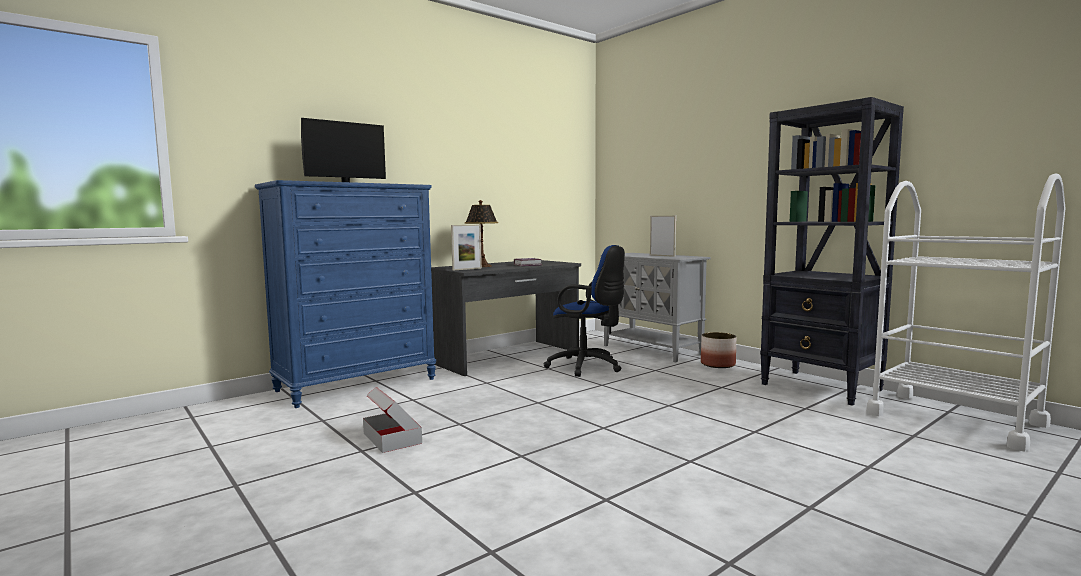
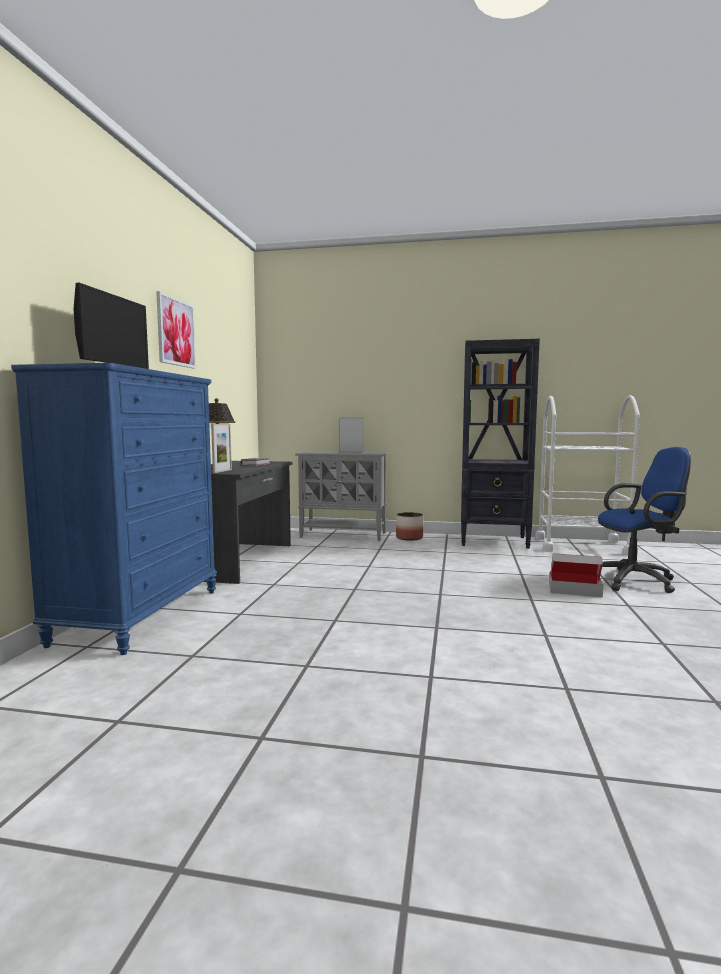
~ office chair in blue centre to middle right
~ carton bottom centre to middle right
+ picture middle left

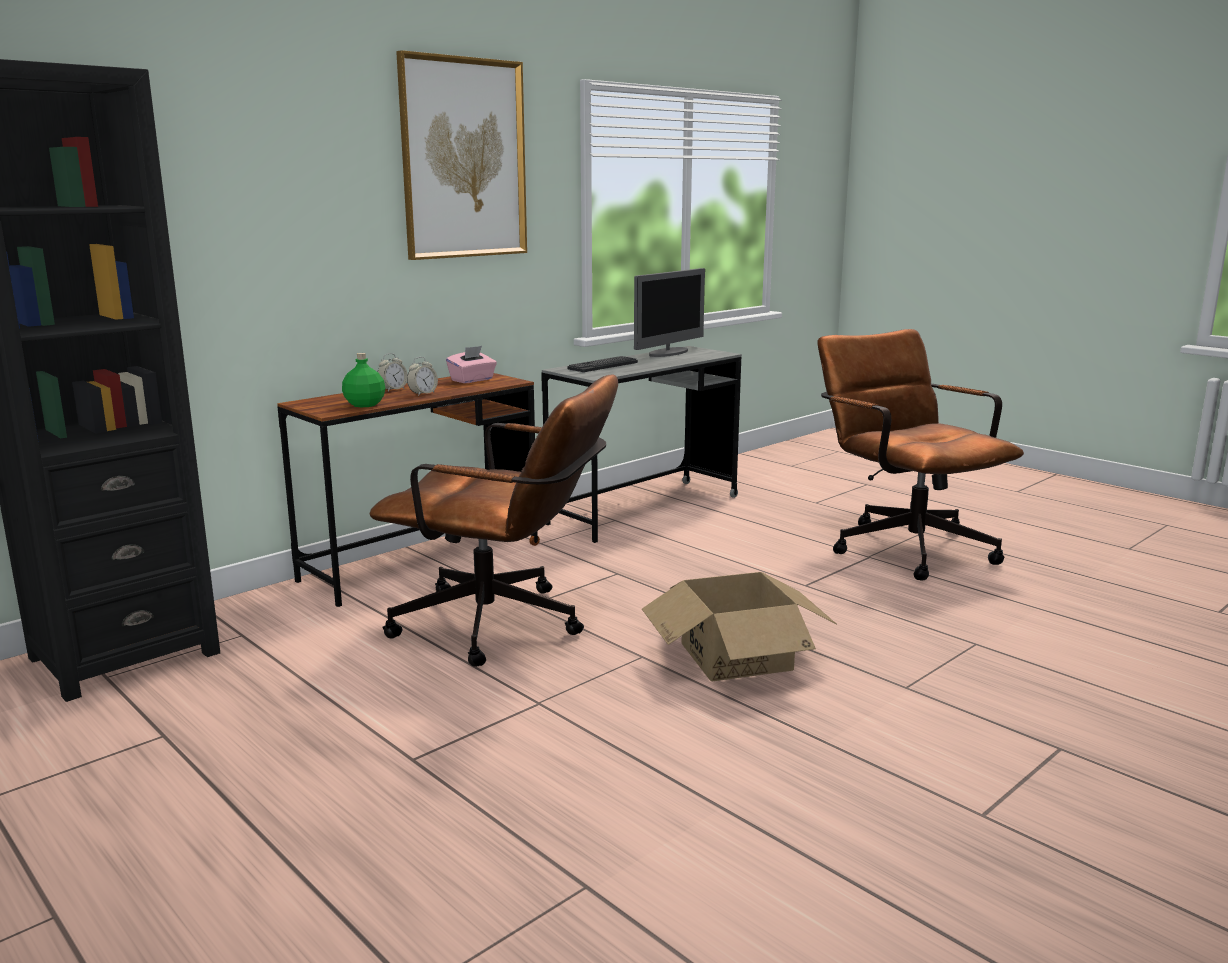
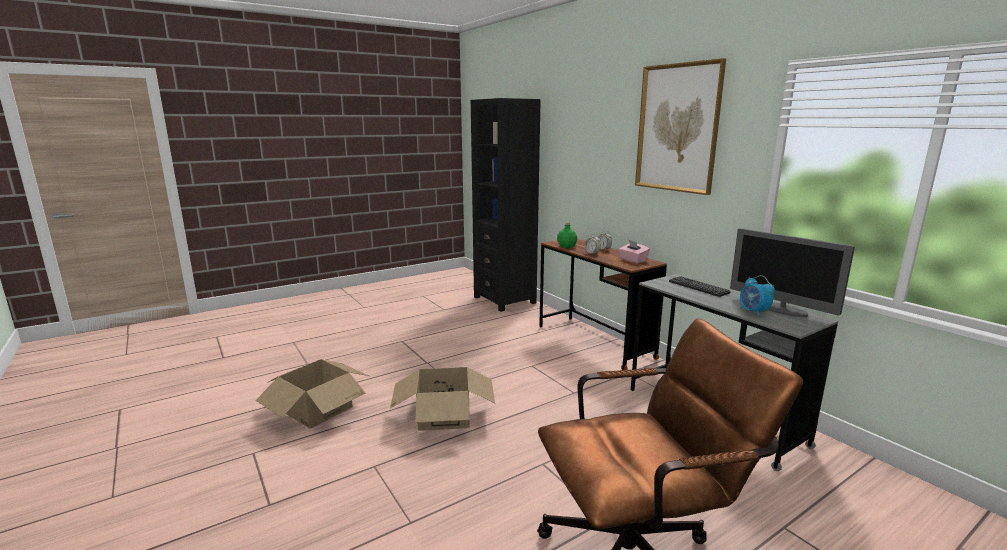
- office chair in brown (no. 1 from left) centre
+ table clock (no. 3 from left) middle right
+ carton (no. 1 from left) bottom left

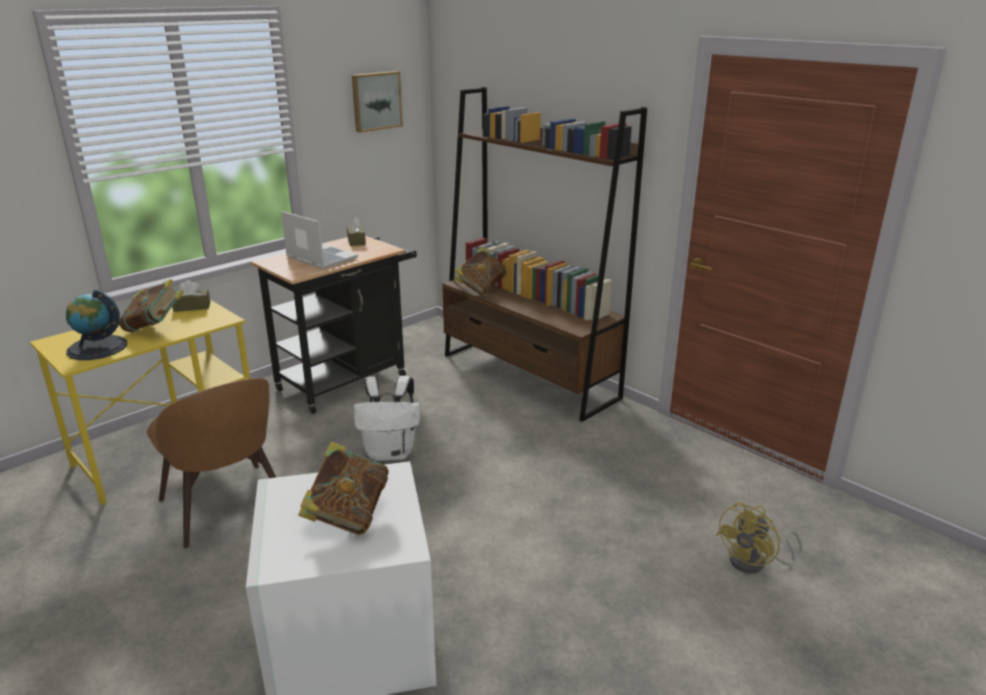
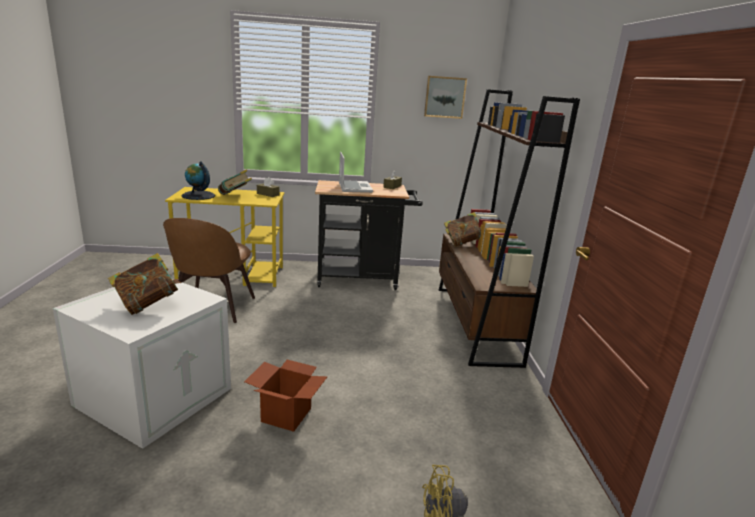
- backpack in whitish centre
+ carton bottom centre

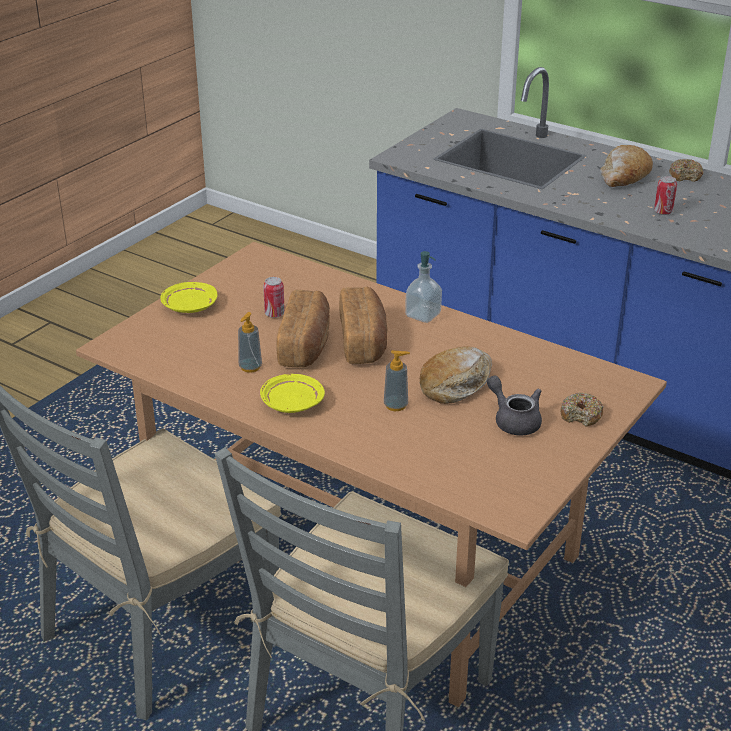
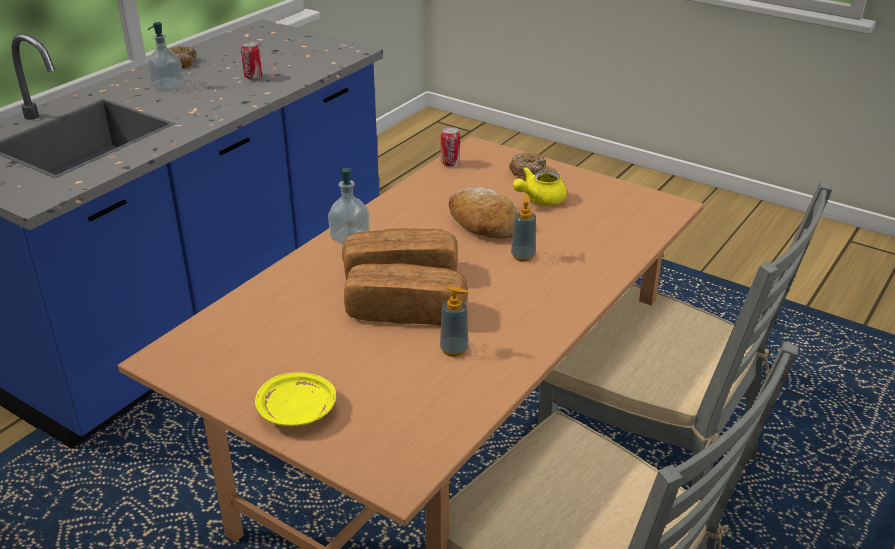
~ bread (no. 4 from left) top right to soap dispenser (no. 1 from left) top left
~ sealed can (no. 1 from left in the first image) centre to sealed can (no. 2 from left) top centre
- plate in yellowish (no. 2 from left) centre
~ pot for tea in gray middle right to pot for tea in yellowish centre

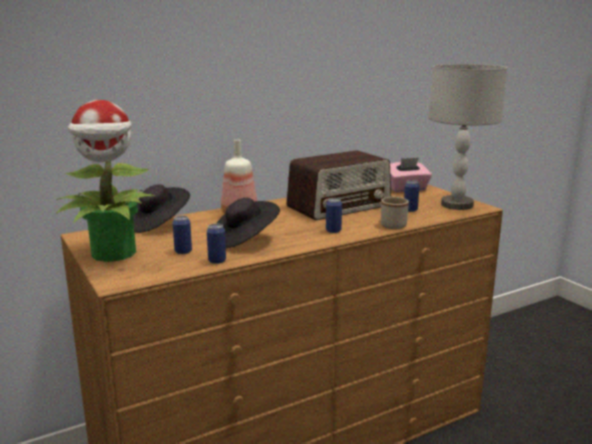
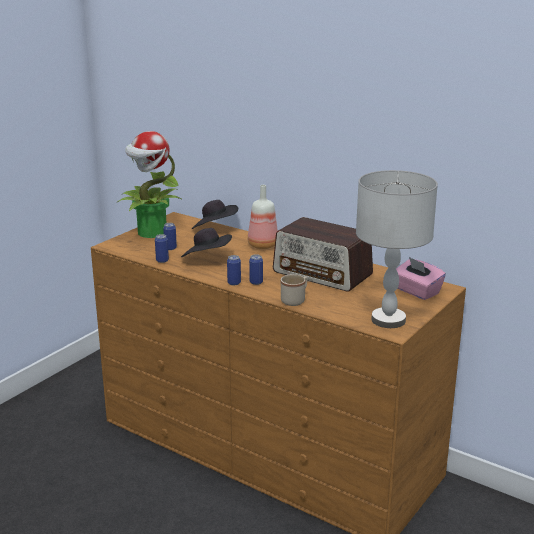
~ sealed can (no. 4 from left in the first image) middle right to sealed can (no. 3 from left) centre

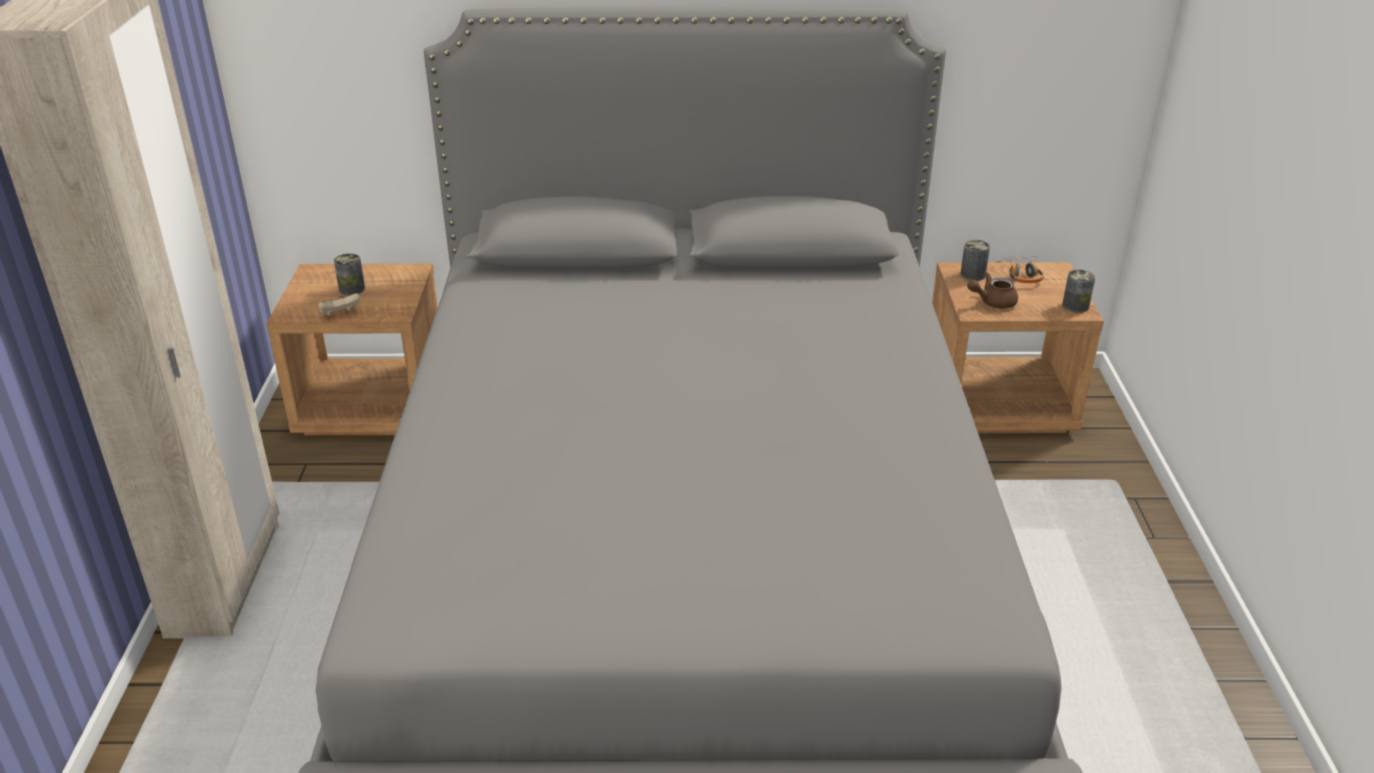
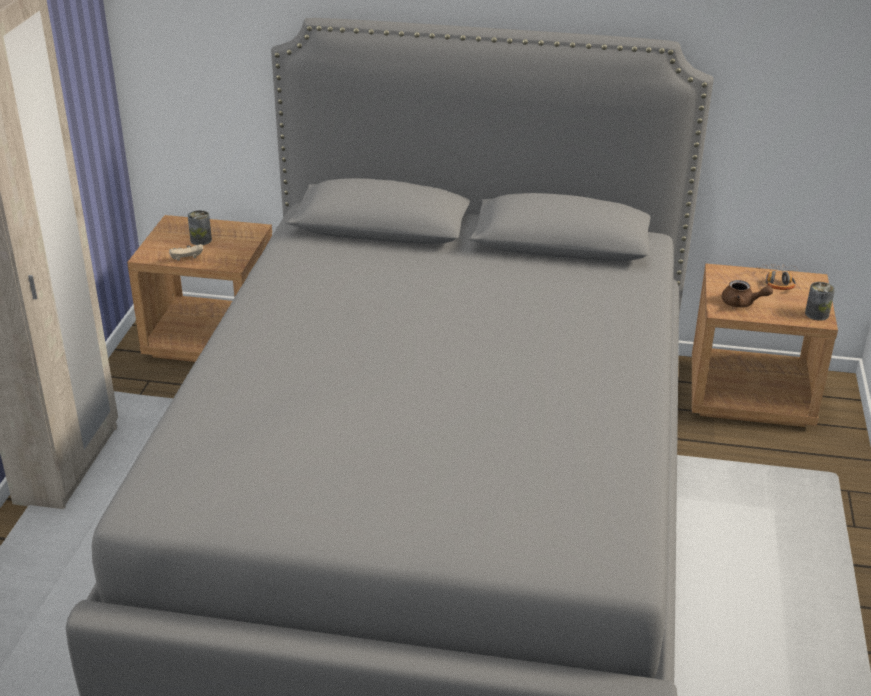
- sealed can (no. 2 from left) middle right
~ pot for tea in brown middle right = middle right 150 degrees counterclockwise

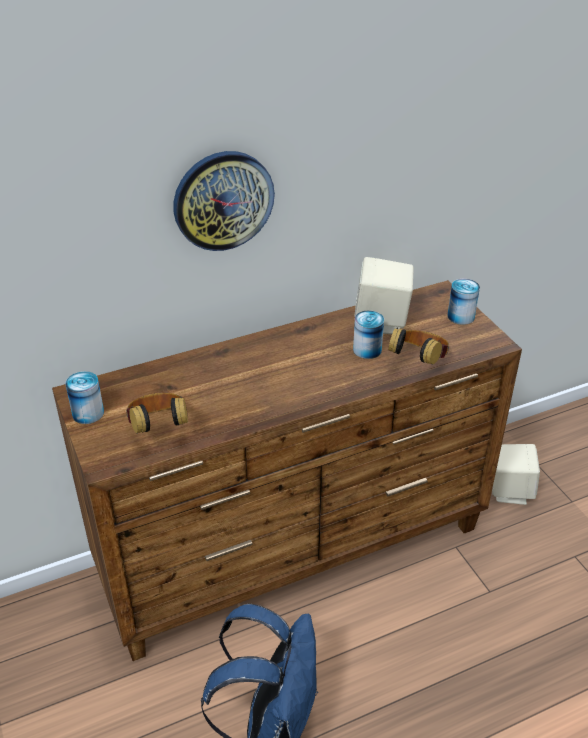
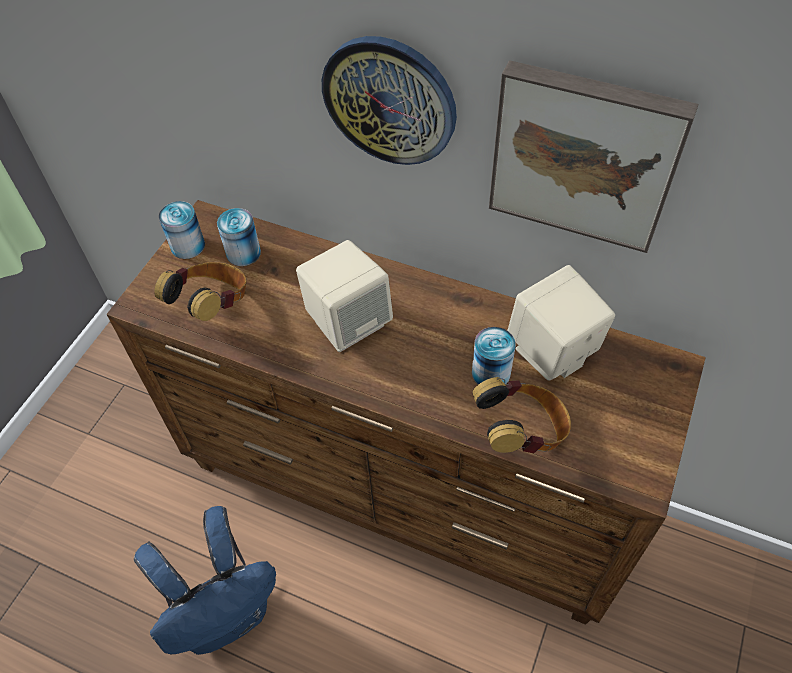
~ sealed can (no. 3 from left in the first image) middle right to sealed can (no. 2 from left) middle left
~ loudspeaker in sand-coloured (no. 2 from left in the first image) middle right to loudspeaker in sand-coloured (no. 1 from left) centre
+ picture top right

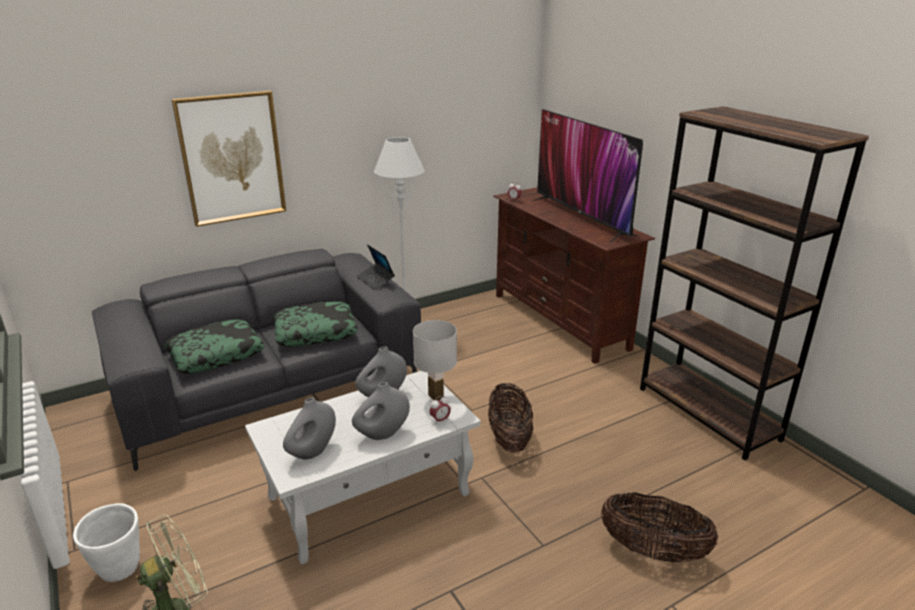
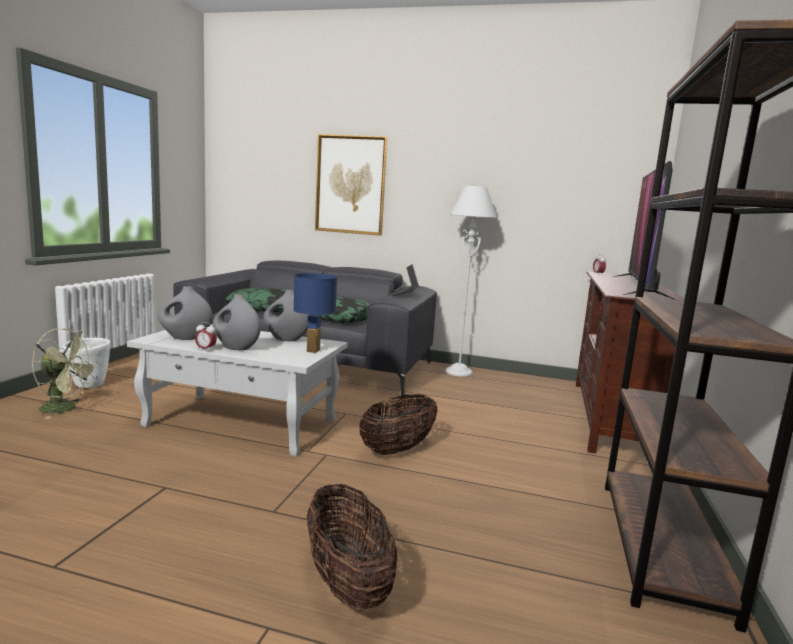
~ table lamp in whitish centre to table lamp in blue centre
~ table clock (no. 1 from left) bottom centre to middle left

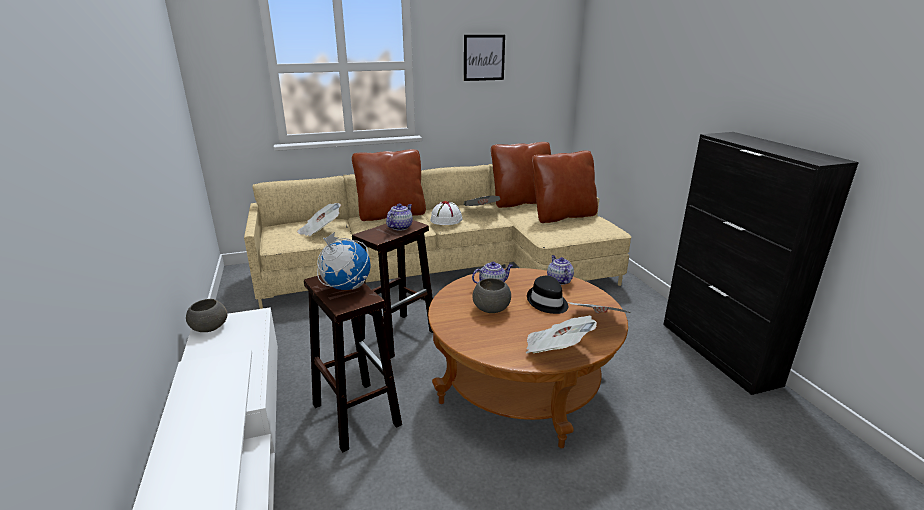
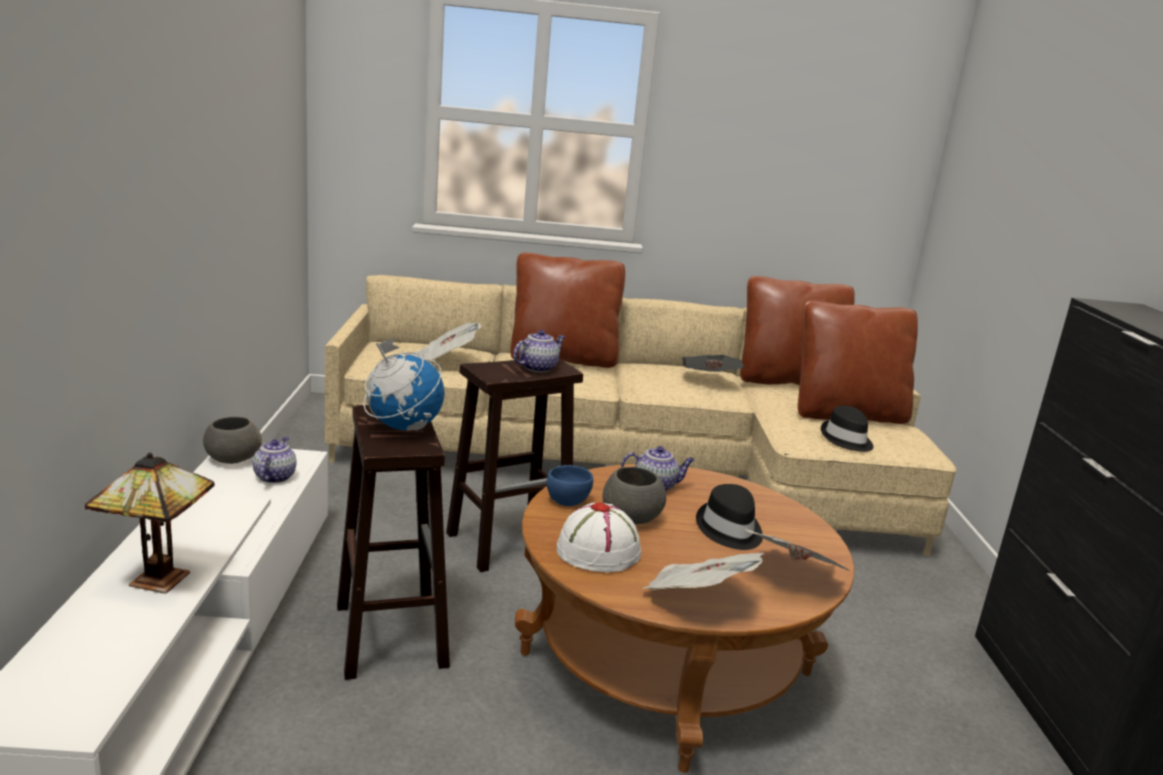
- picture top centre
~ wearable hat in whitish centre to bottom centre
~ pot for tea (no. 3 from left in the first image) centre to pot for tea (no. 1 from left) middle left
+ wearable hat in black (no. 2 from left) middle right
+ table lamp bottom left
+ serving bowl in blue centre

